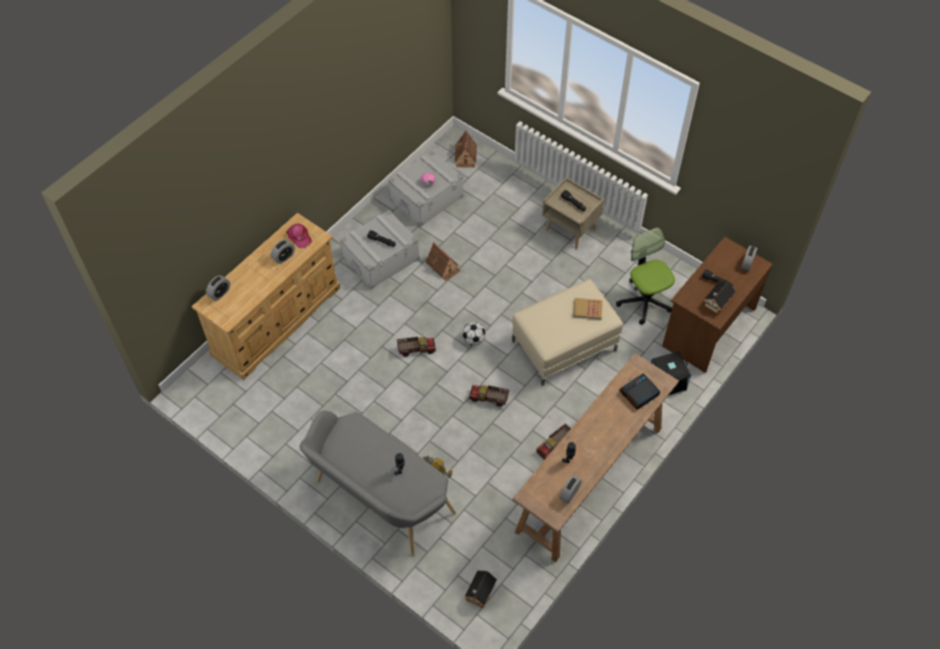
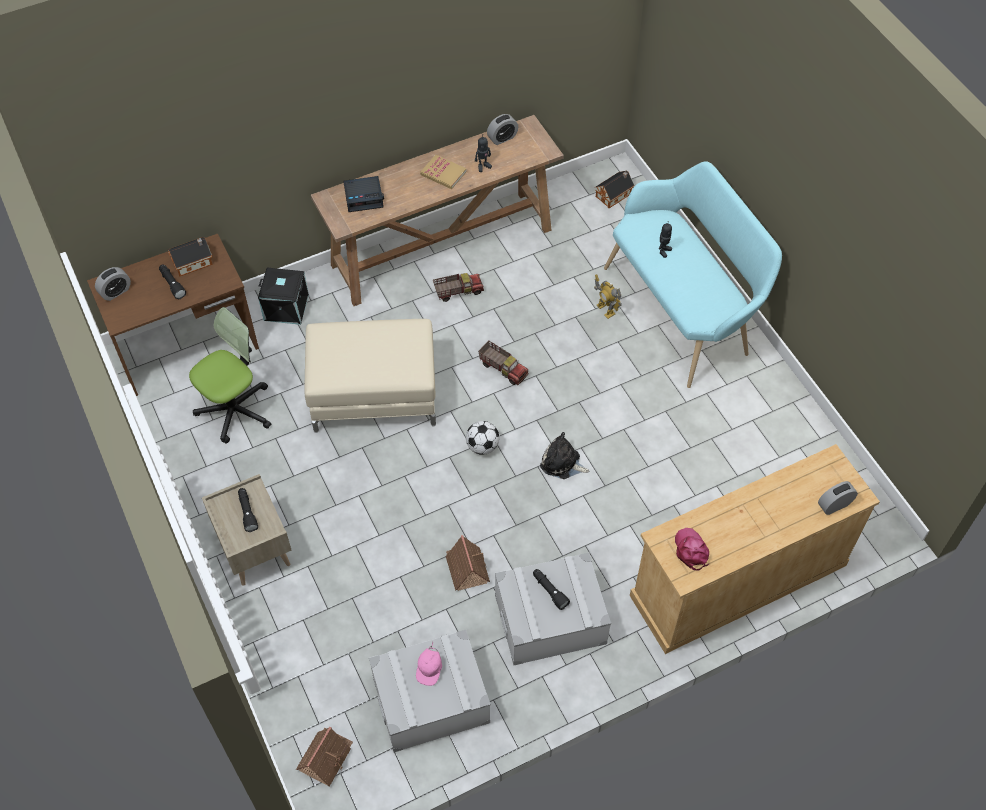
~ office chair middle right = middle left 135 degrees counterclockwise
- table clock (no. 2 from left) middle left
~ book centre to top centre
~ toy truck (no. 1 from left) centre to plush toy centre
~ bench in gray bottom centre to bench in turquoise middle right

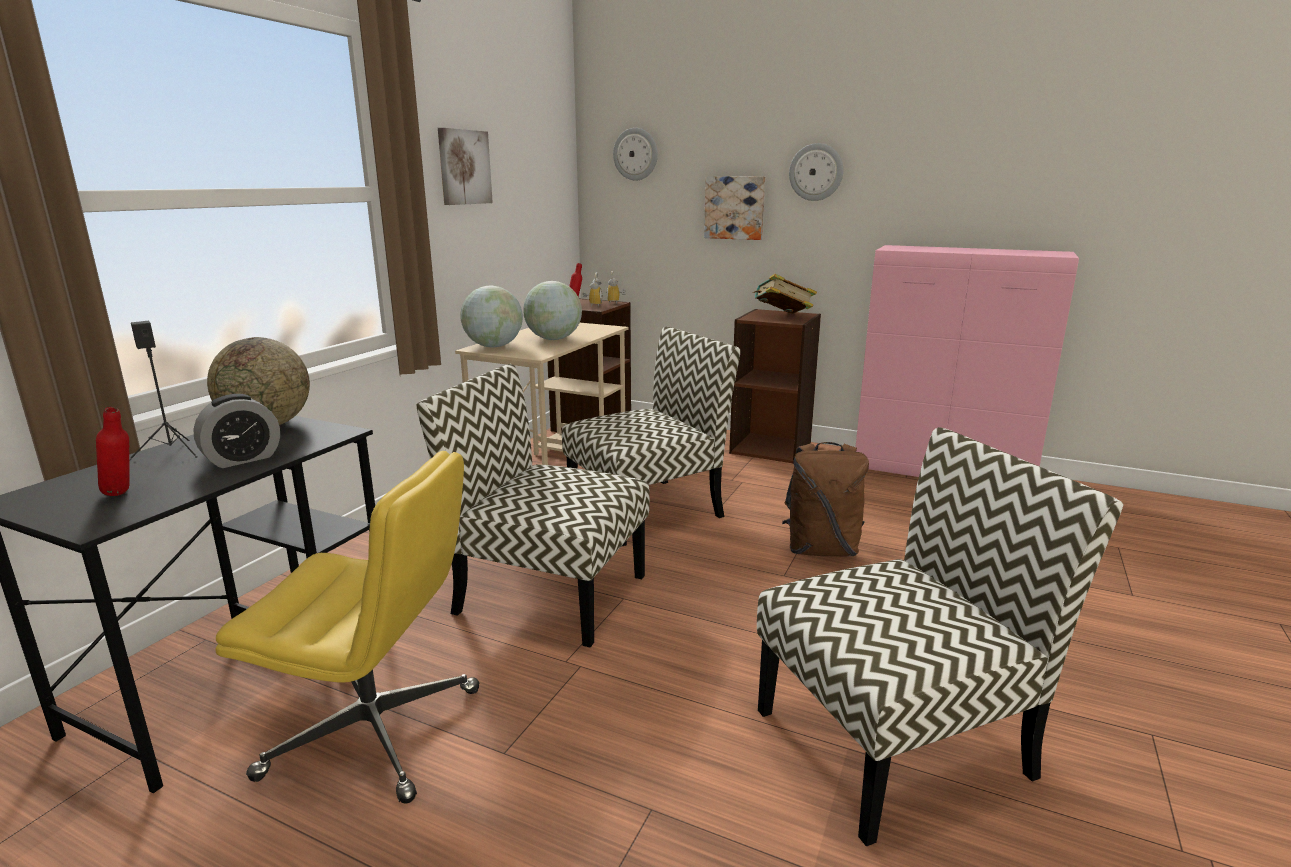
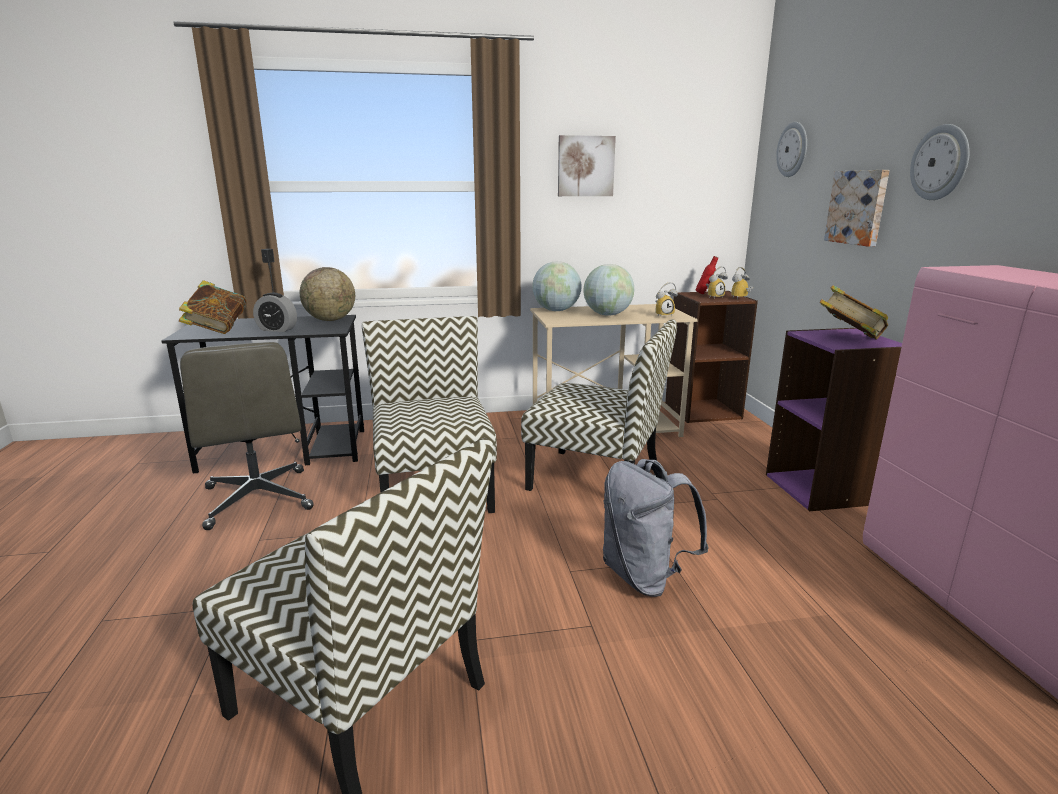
~ shelving unit in brown (no. 2 from left) centre to shelving unit in purple-coloured middle right
~ beverage bottle in red-coloured (no. 1 from left) middle left to book (no. 1 from left) middle left
~ backpack in brown centre to backpack in gray centre
~ office chair in yellowish bottom left to office chair in gray middle left
+ table clock (no. 2 from left) centre

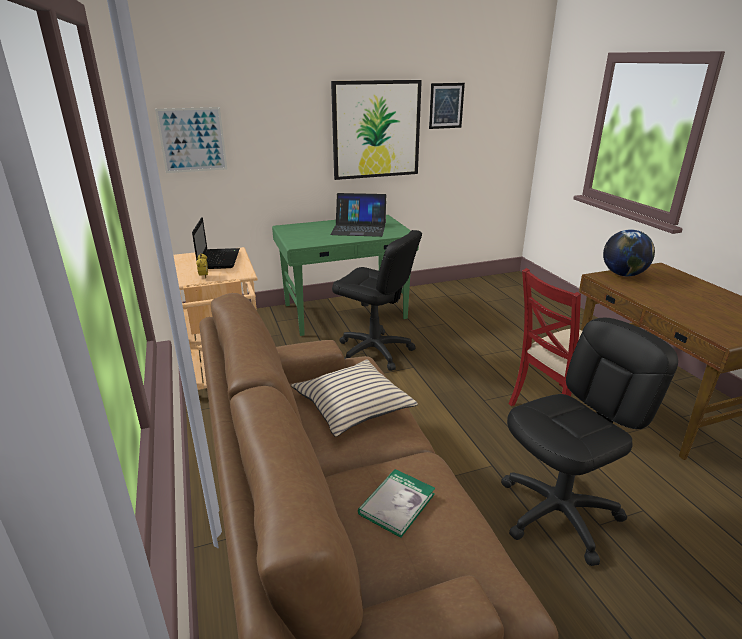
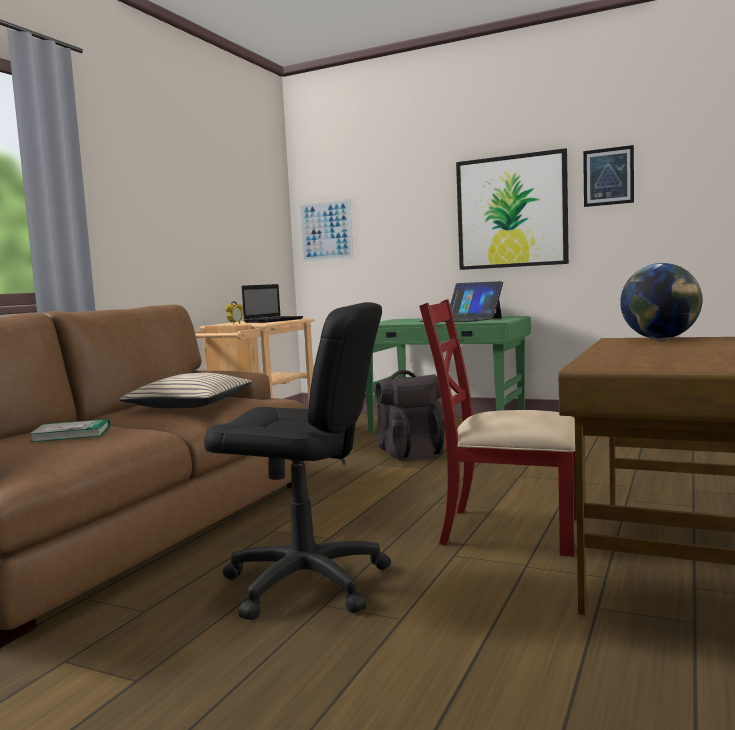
~ office chair in black (no. 1 from left) centre to backpack in black centre

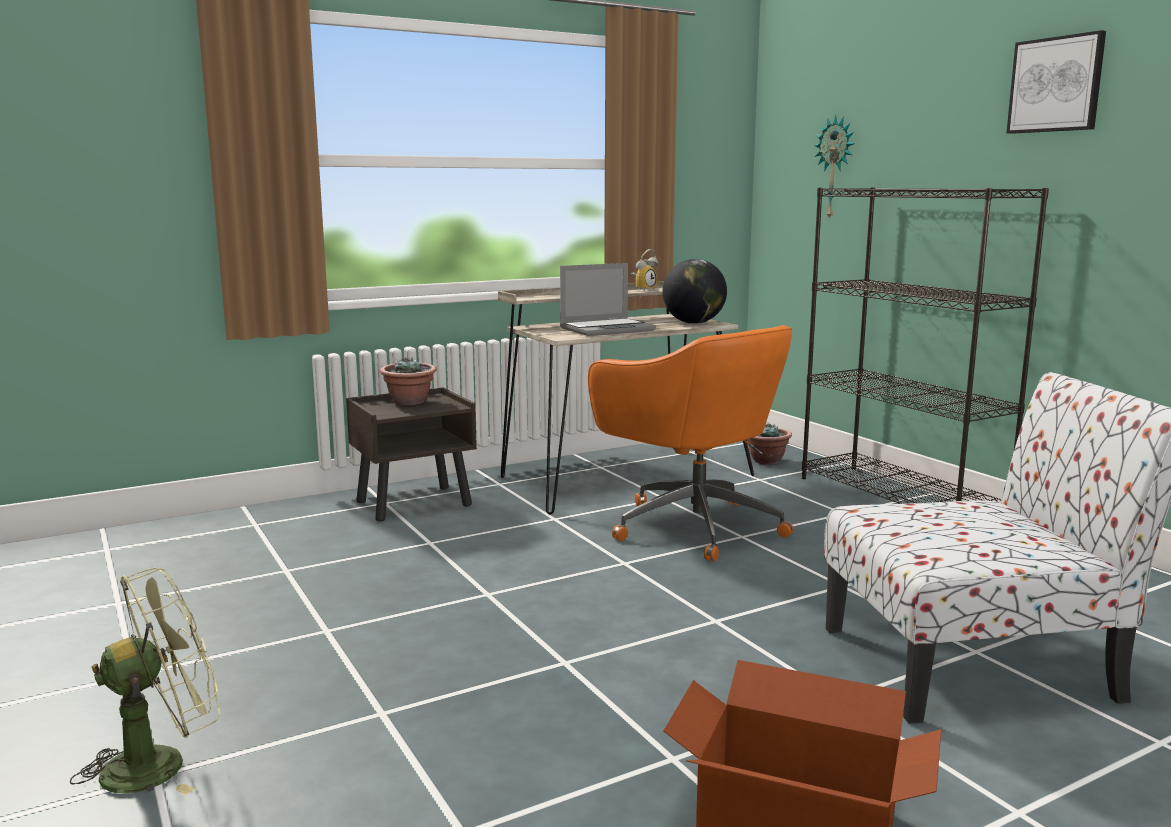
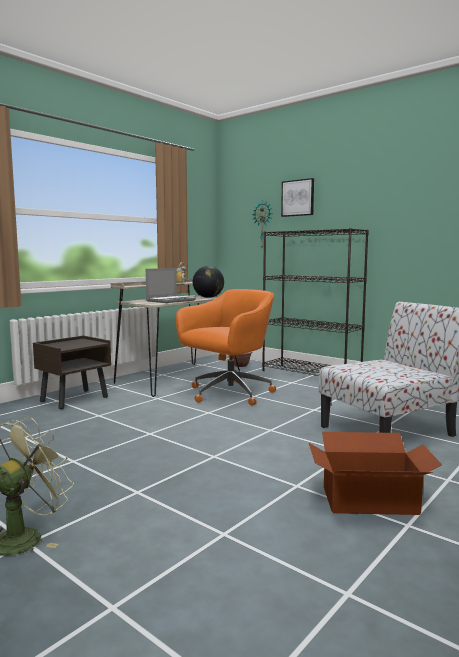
~ picture top right to top centre
~ office chair in orange-coloured centre = centre 75 degrees counterclockwise
- potted plant (no. 1 from left) centre

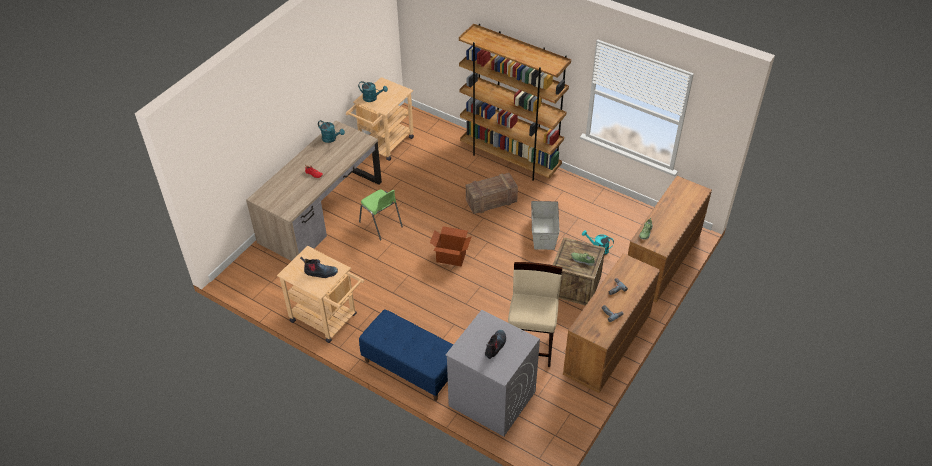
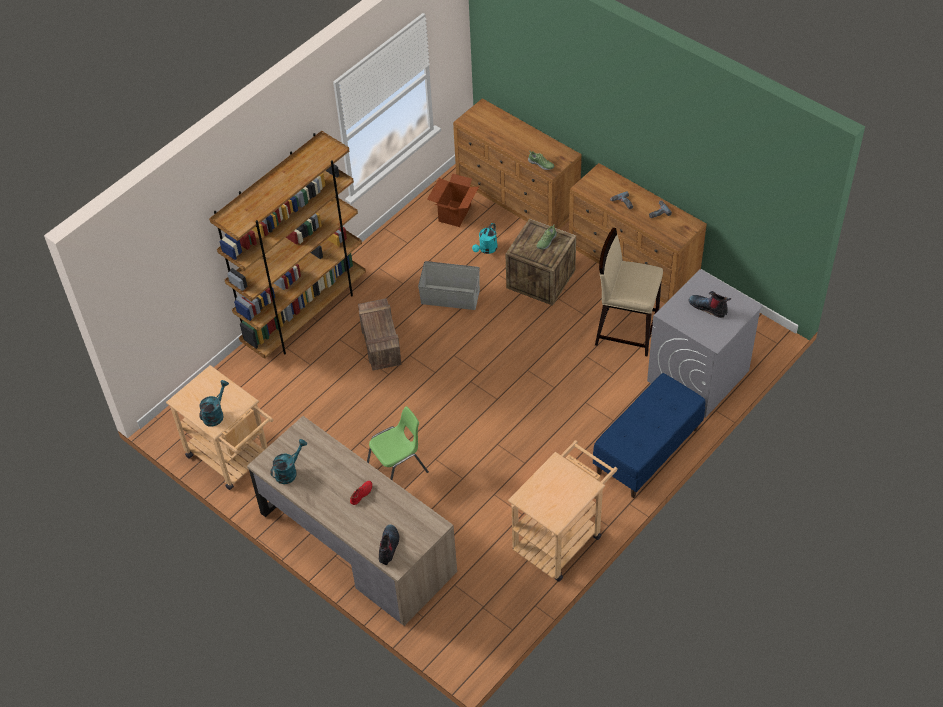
~ carton centre to top centre
~ tall boot (no. 1 from left) centre to bottom centre

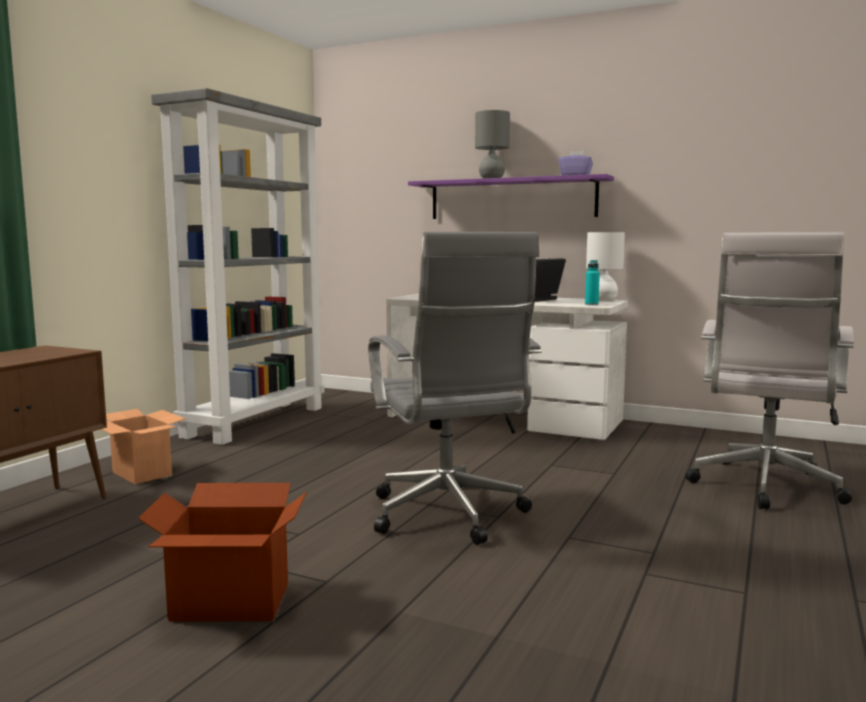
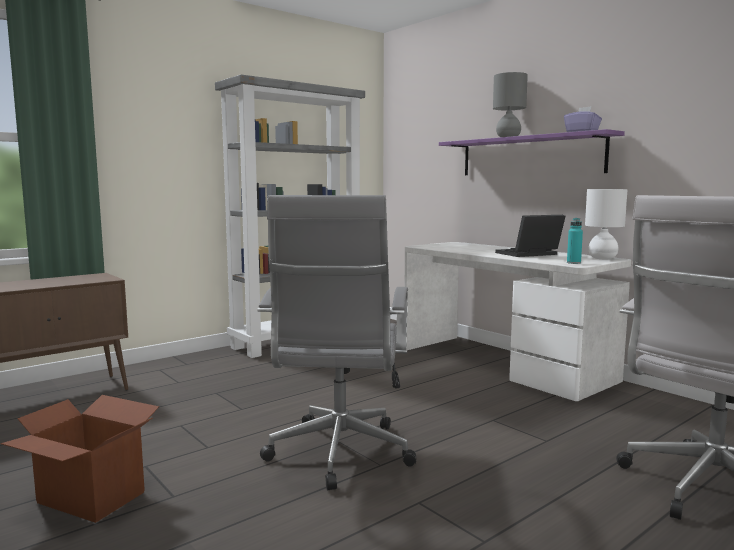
- carton (no. 1 from left) middle left

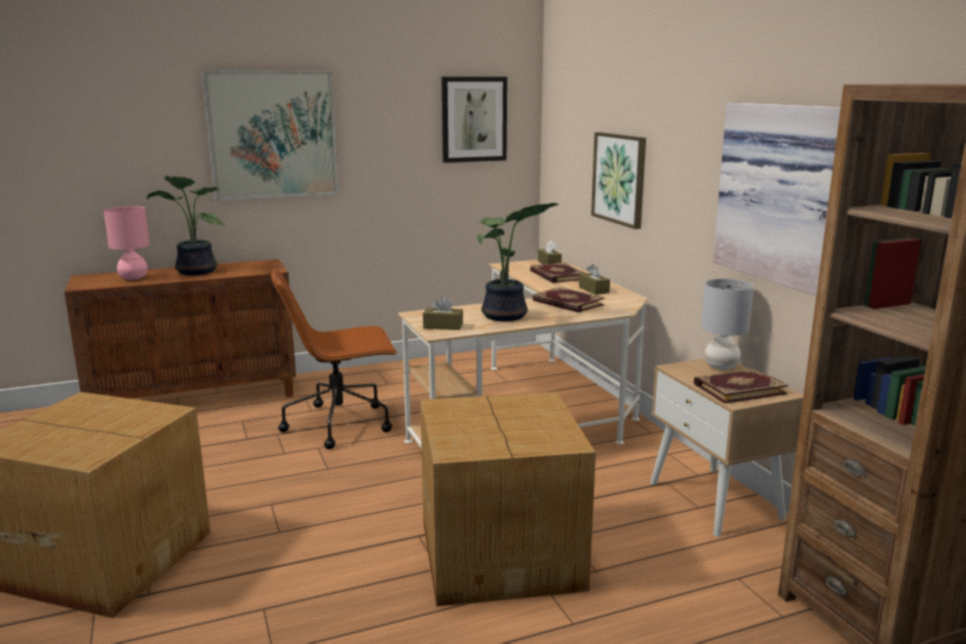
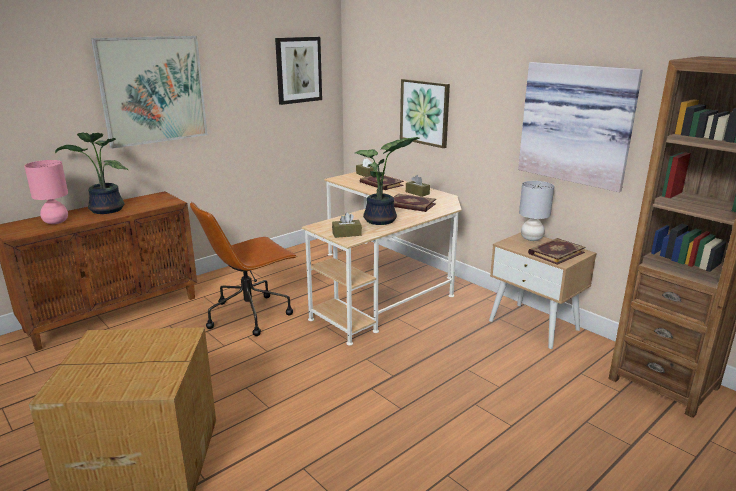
- carton (no. 2 from left) bottom centre

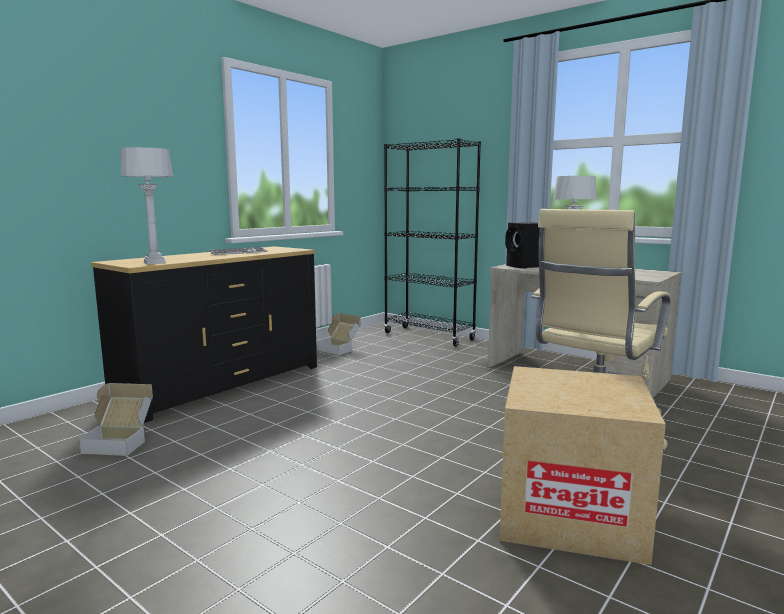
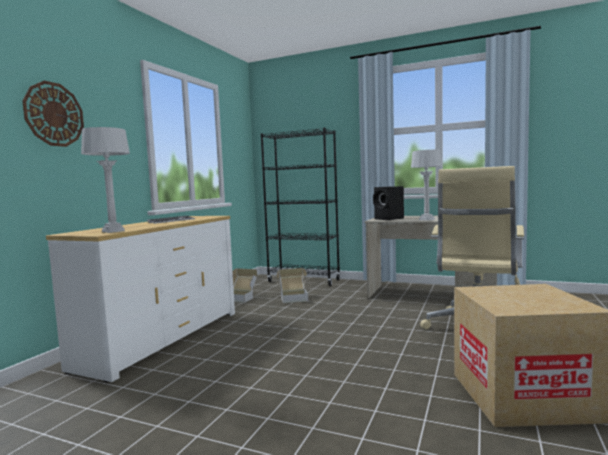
~ dresser in black middle left to dresser in whitish middle left
~ carton (no. 1 from left in the first image) bottom left to carton (no. 2 from left) centre
+ wall clock top left

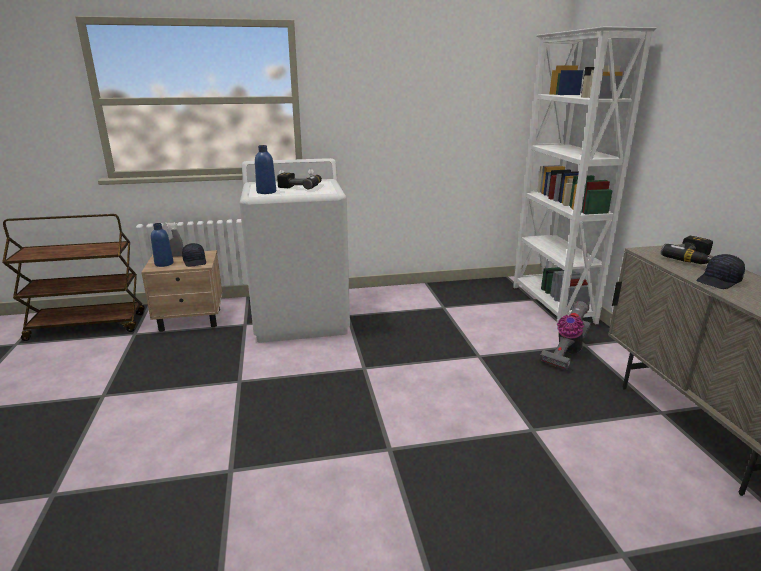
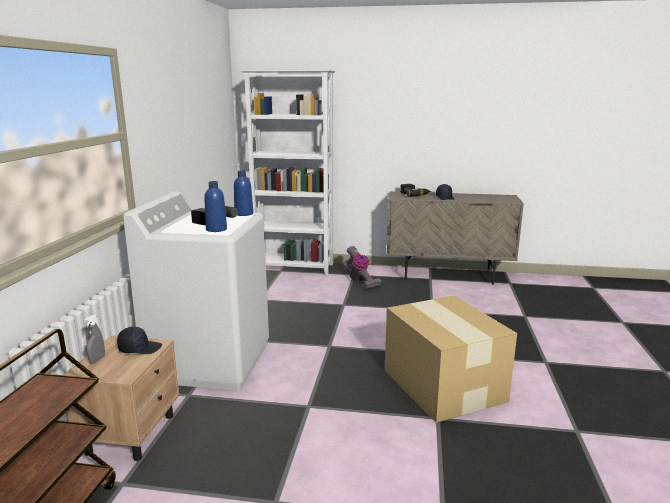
~ beverage bottle in blue (no. 1 from left in the first image) middle left to beverage bottle in blue (no. 2 from left) centre
+ carton bottom right

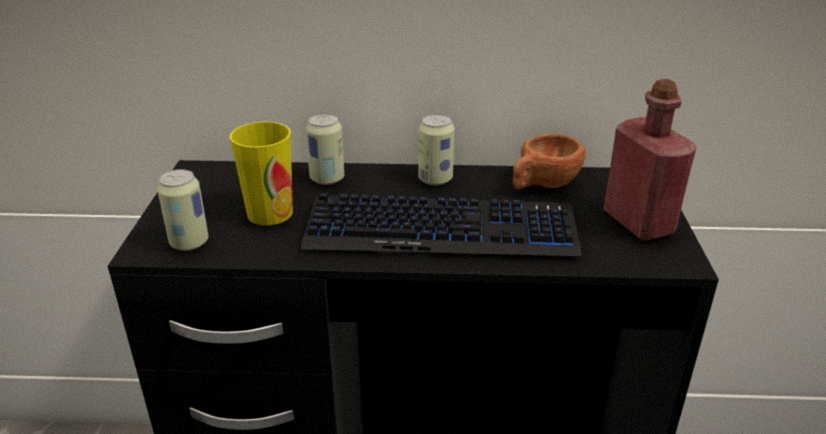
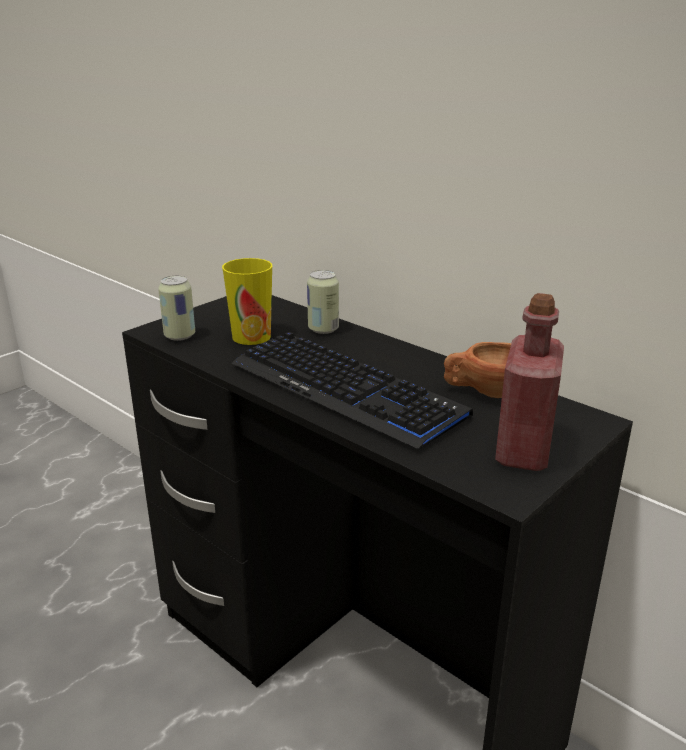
- sealed can (no. 3 from left) centre

